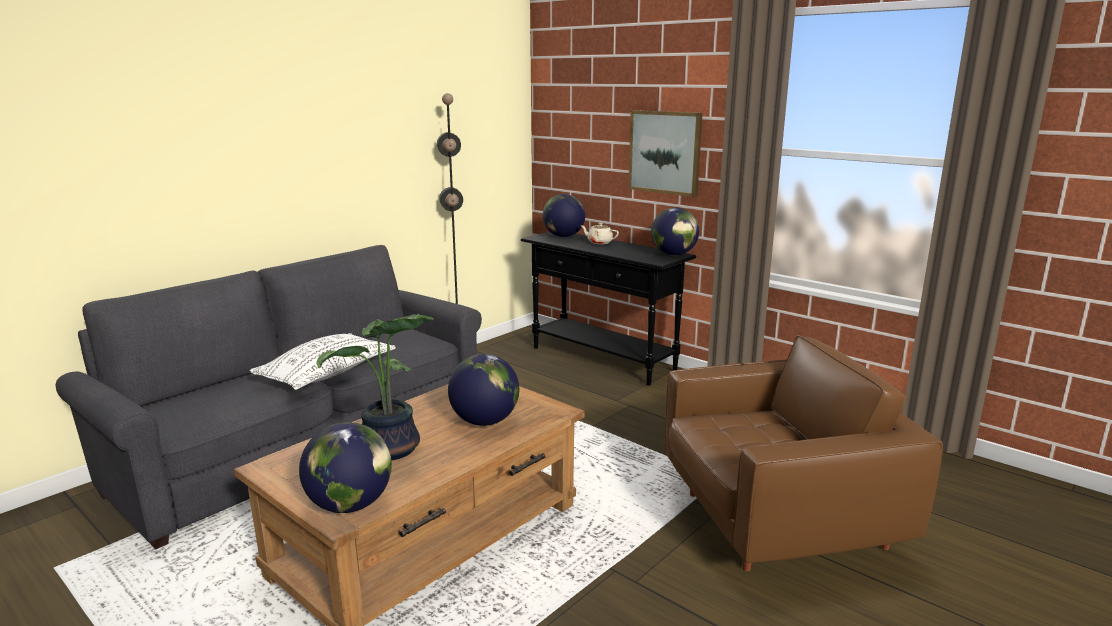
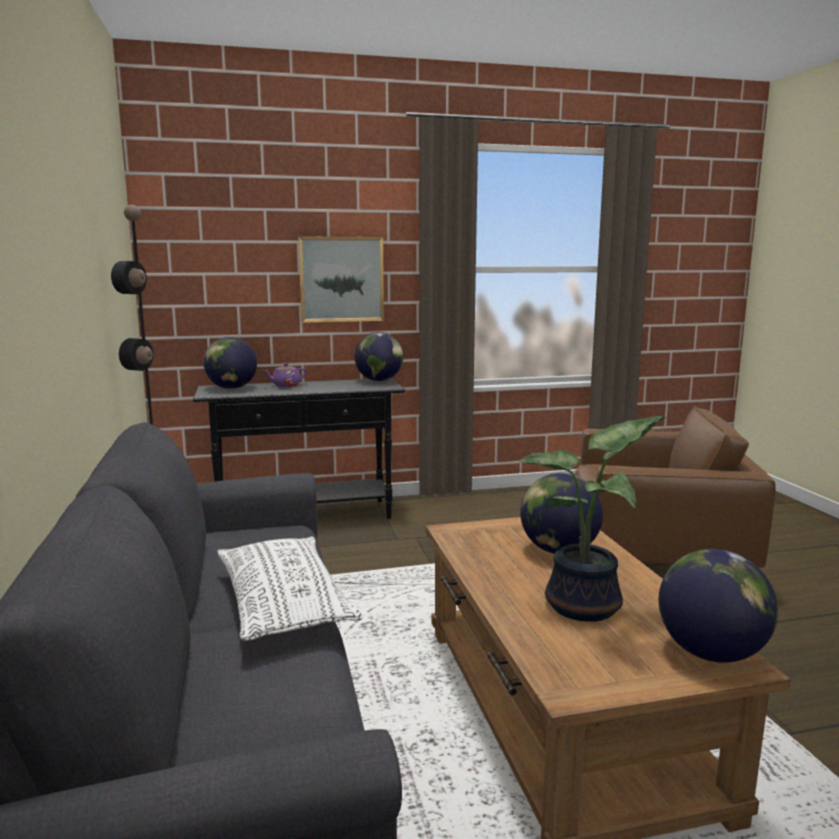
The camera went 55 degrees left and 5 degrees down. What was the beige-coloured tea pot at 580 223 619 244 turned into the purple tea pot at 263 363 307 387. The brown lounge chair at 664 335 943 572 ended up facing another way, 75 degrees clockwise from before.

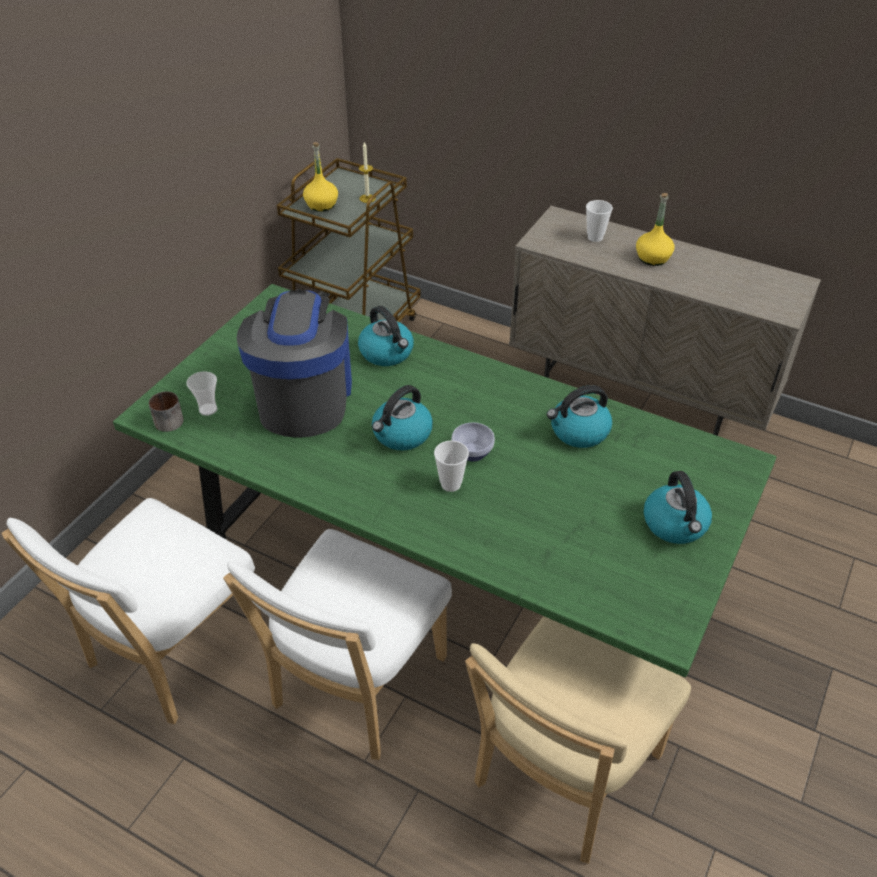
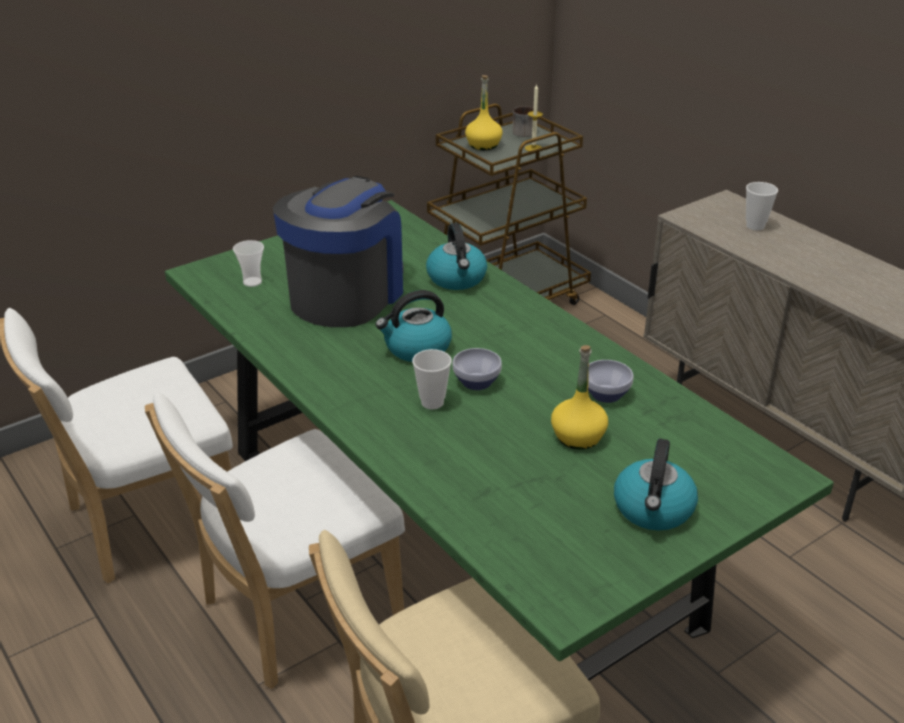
The camera went 25 degrees right and 10 degrees down. The mug ended up elsewhere, having gone from 149 391 184 432 to 512 106 534 137. The yellowish bottle ended up elsewhere, having gone from 636 193 674 266 to 551 345 608 450. Where the kettle stood at 547 385 612 448, the deep dish came to stand at 588 360 633 403.

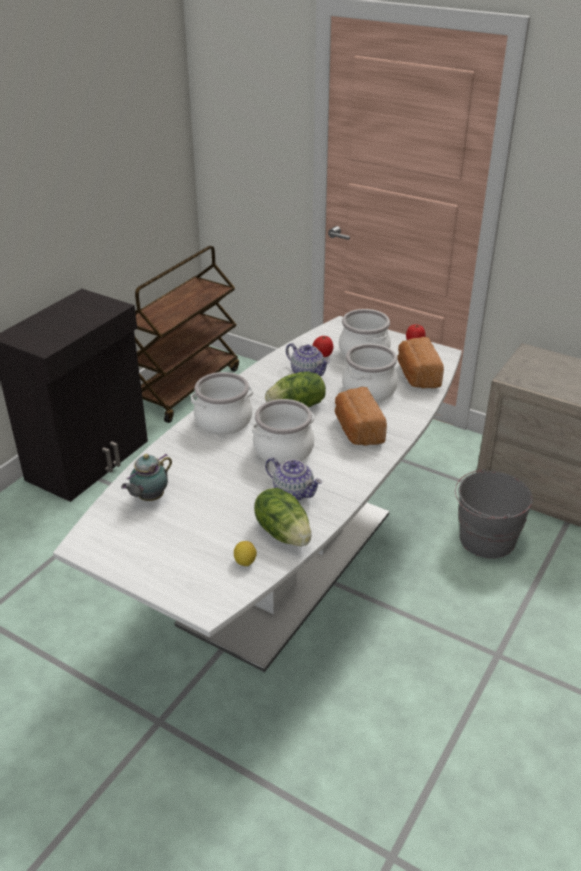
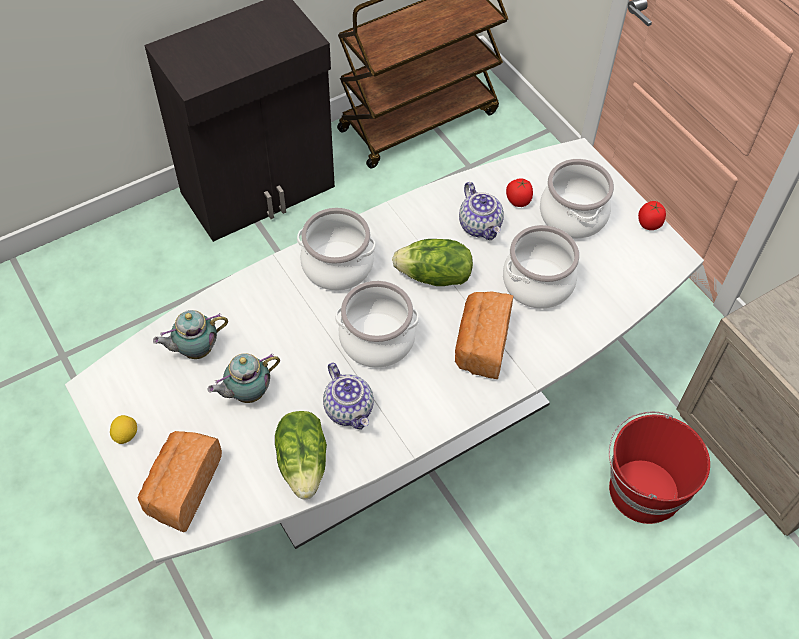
The camera went 25 degrees right and 20 degrees up. The lemon ended up elsewhere, having gone from 234 541 257 566 to 110 415 137 444. The bread ended up elsewhere, having gone from 397 337 444 388 to 138 431 222 532. The second view gained the tea pot at 208 353 280 403. What was the grey pail at 455 469 533 558 turned into the red-coloured pail at 609 412 710 524.

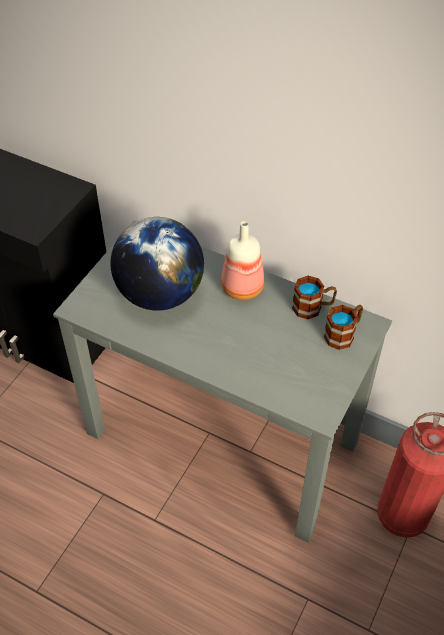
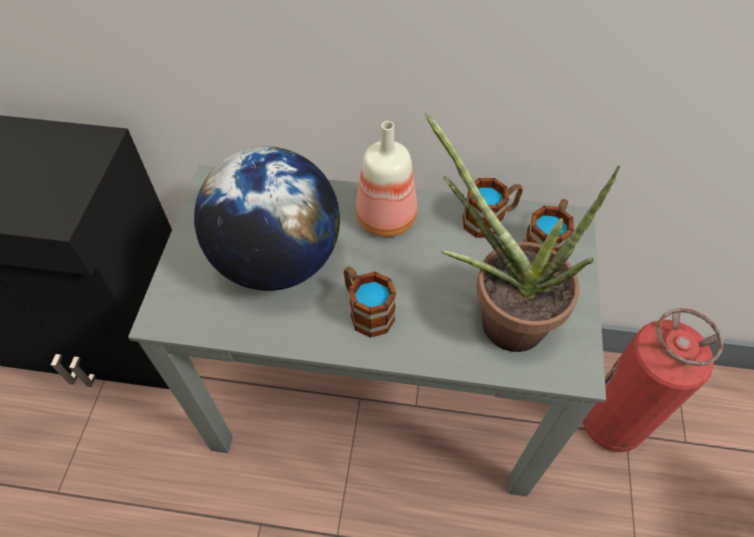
The camera went 20 degrees left and 5 degrees up. The second view gained the mug at 344 266 396 338. The second view gained the houseplant at 425 113 620 352.

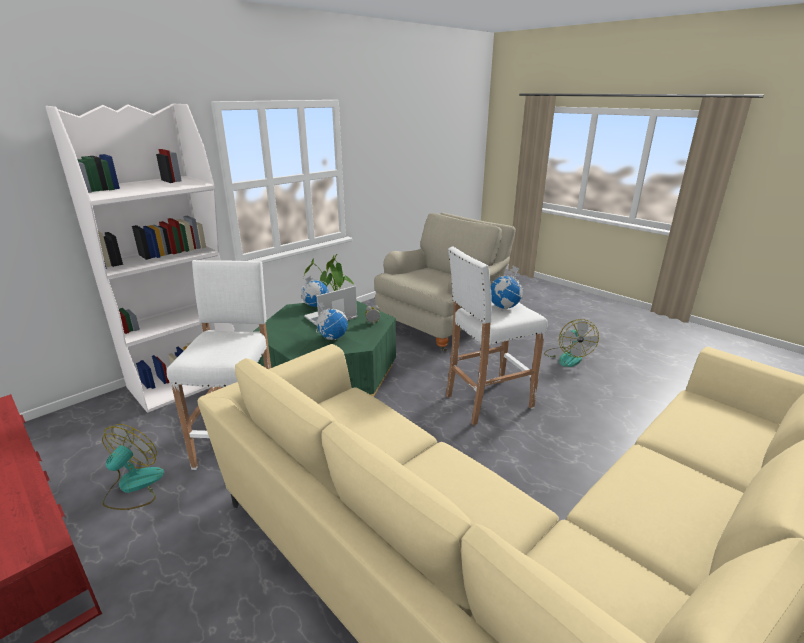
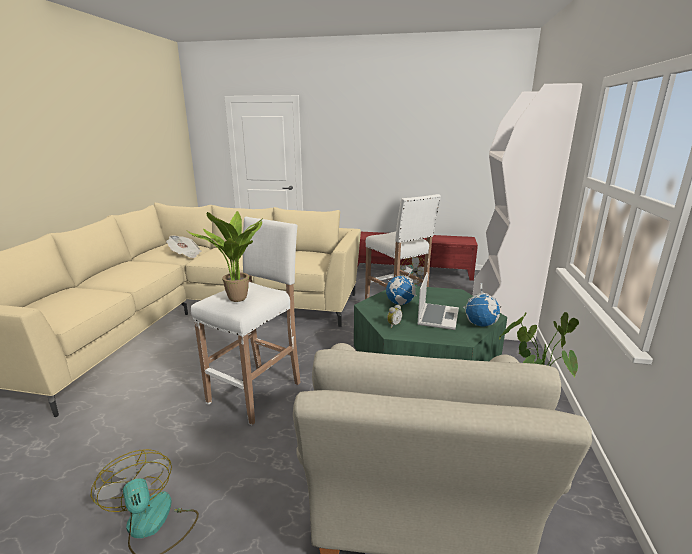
The camera went 145 degrees right and 5 degrees down. The second view gained the daily paper at 166 235 202 258. Where the globe stood at 491 265 524 309, the houseplant came to stand at 186 211 264 302.

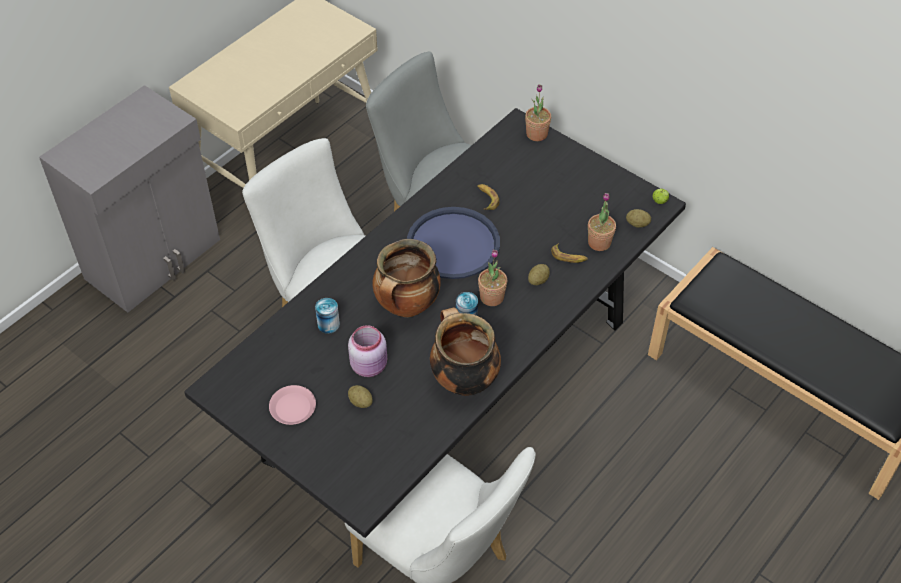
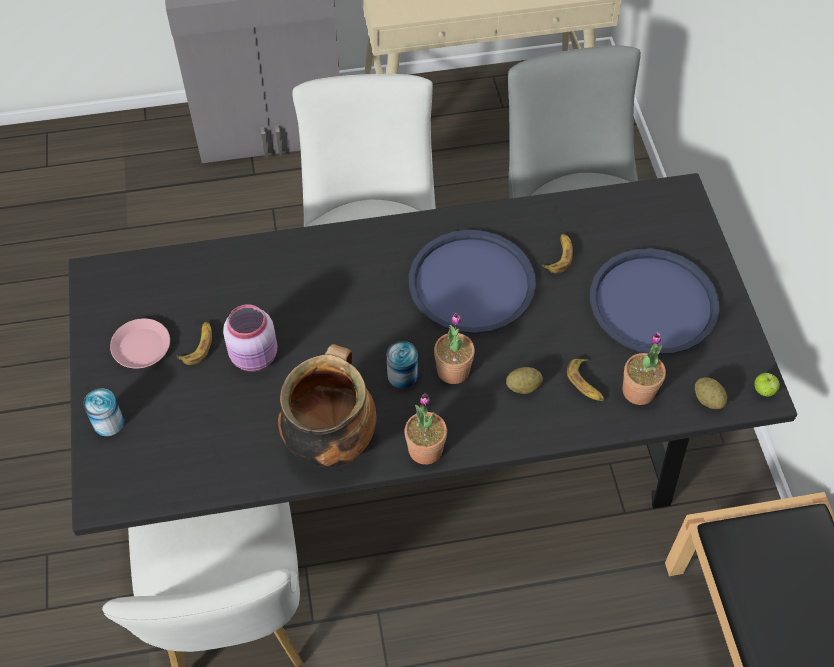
The camera went 40 degrees right and 5 degrees up. The metal can ended up elsewhere, having gone from 315 298 340 334 to 83 388 124 436. The second view gained the whole banana at 177 322 212 365. The houseplant ended up elsewhere, having gone from 525 84 551 141 to 405 393 447 465. The second view gained the bluish tray at 590 248 720 355. The second view lost the potato at 348 385 373 408. The second view lost the stockpot at 372 239 441 317.

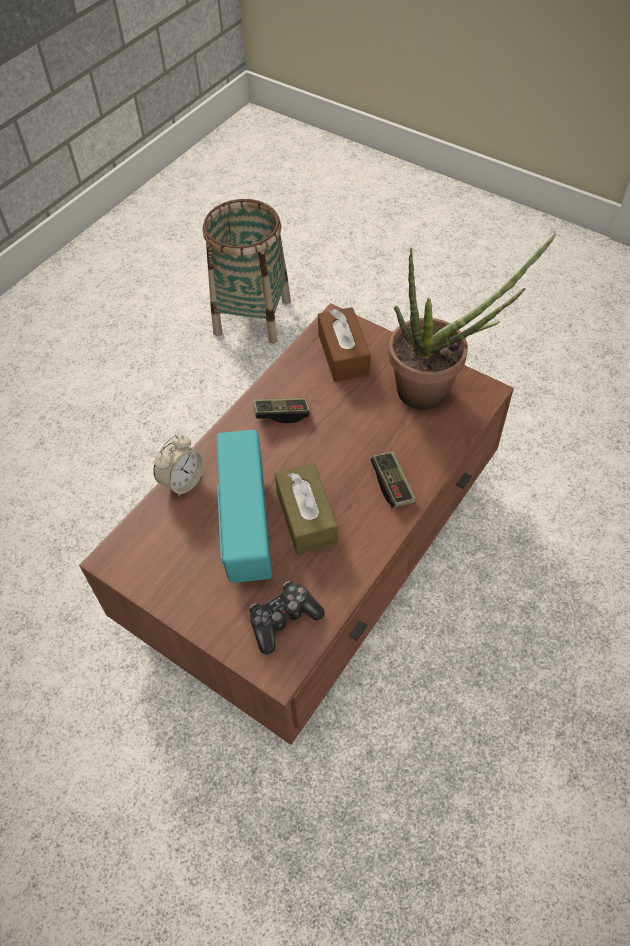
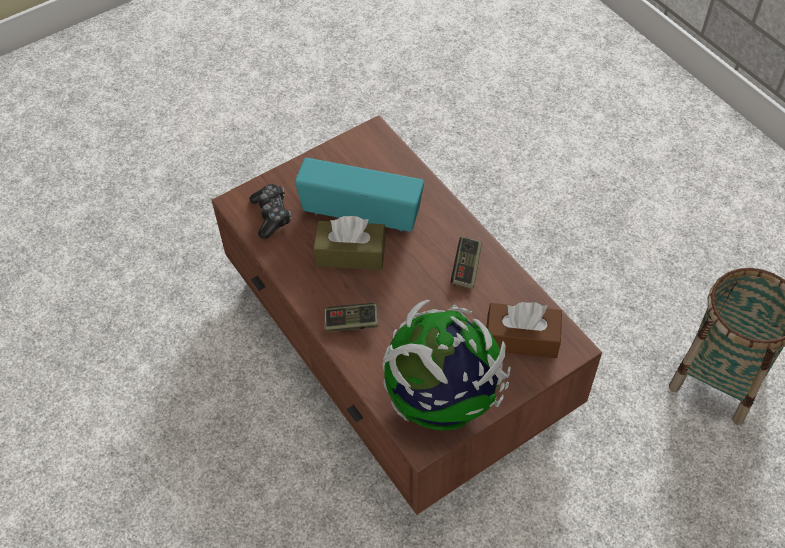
The camera went 110 degrees right and 0 degrees up. Where the houseplant stood at 388 234 556 410, the globe came to stand at 383 300 511 431. The second view lost the alarm clock at 153 435 204 497.

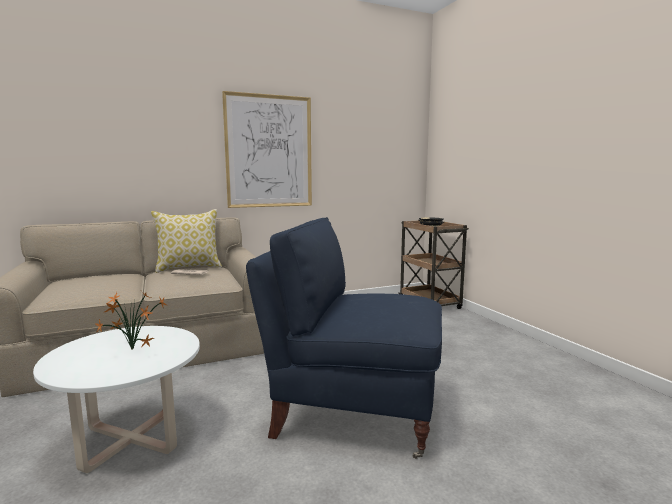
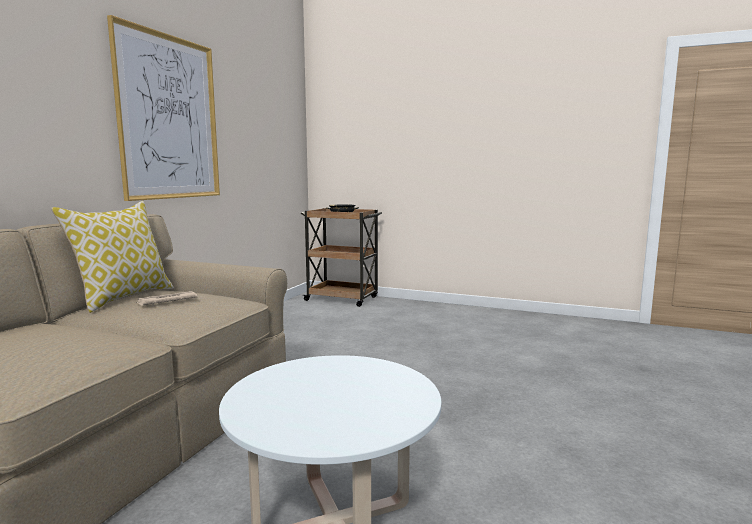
The camera went 45 degrees left and 0 degrees up. The second view lost the houseplant at 95 291 166 349. The second view lost the bluish lounge chair at 246 217 442 459.

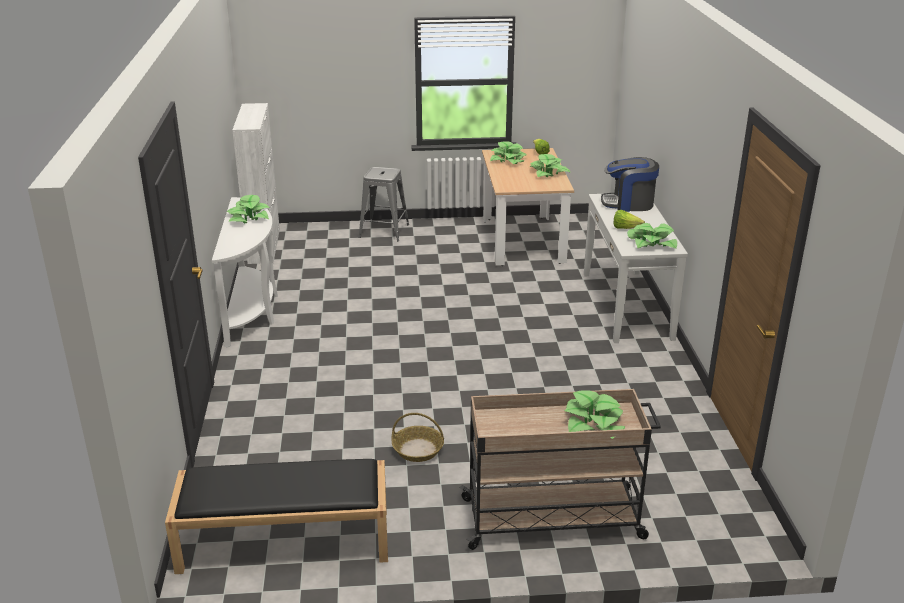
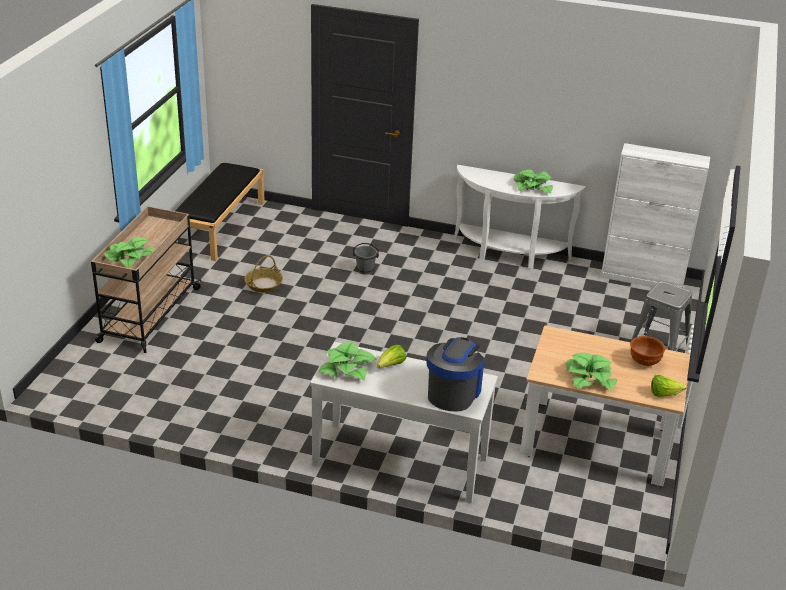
The camera went 110 degrees right and 5 degrees up. The second view gained the grey pail at 353 243 379 275. Where the houseplant stood at 490 141 528 164, the brown deep dish came to stand at 630 336 665 366.

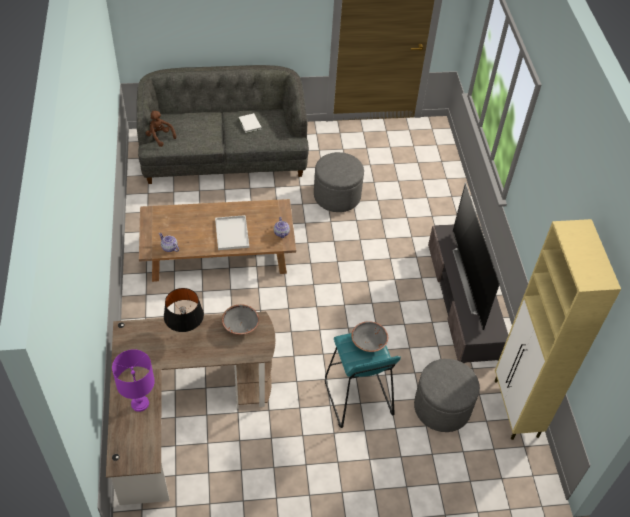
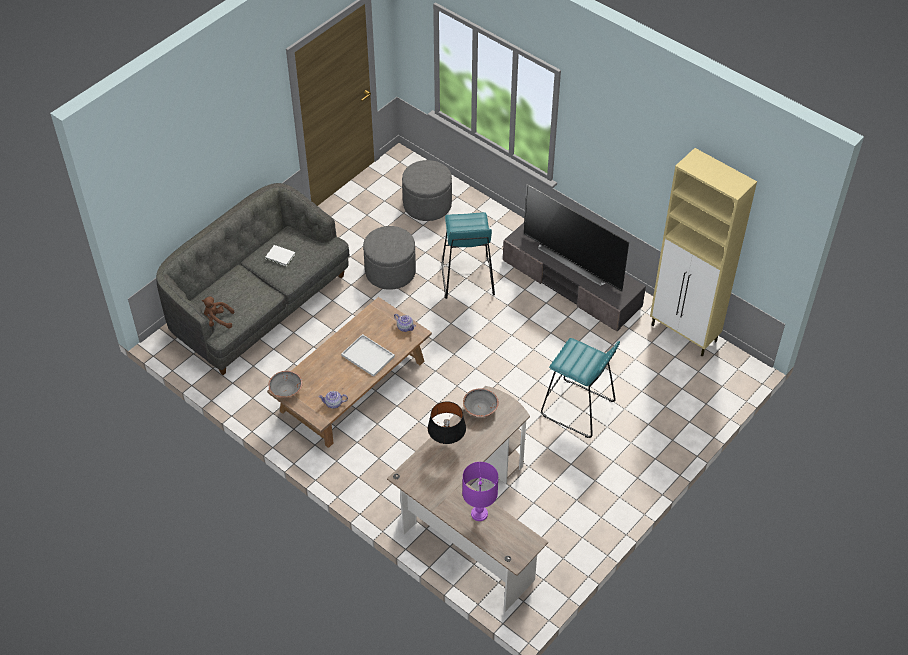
The camera went 40 degrees left and 0 degrees up. The grey deep dish ended up elsewhere, having gone from 351 321 388 352 to 269 371 302 398. The grey pouffe ended up elsewhere, having gone from 414 359 480 432 to 402 160 452 221. The second view gained the turquoise-coloured stool at 441 212 495 299.

